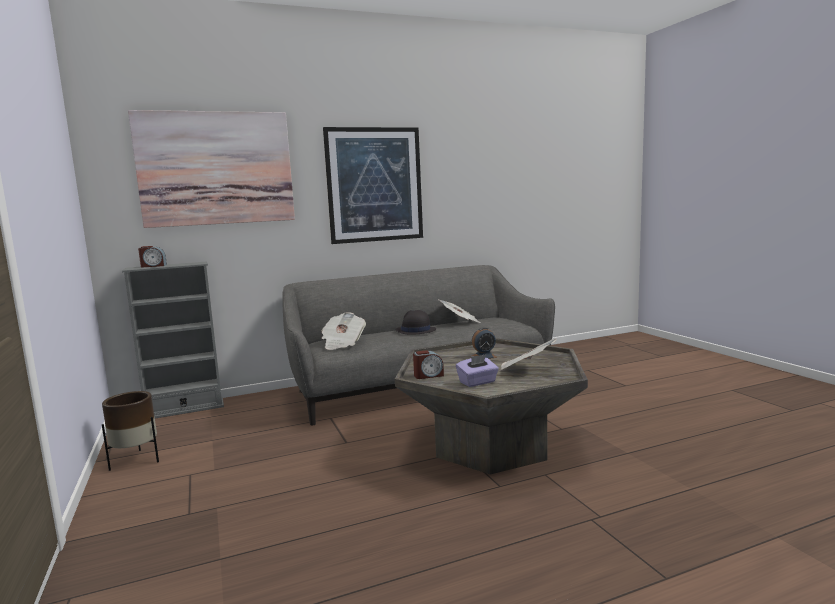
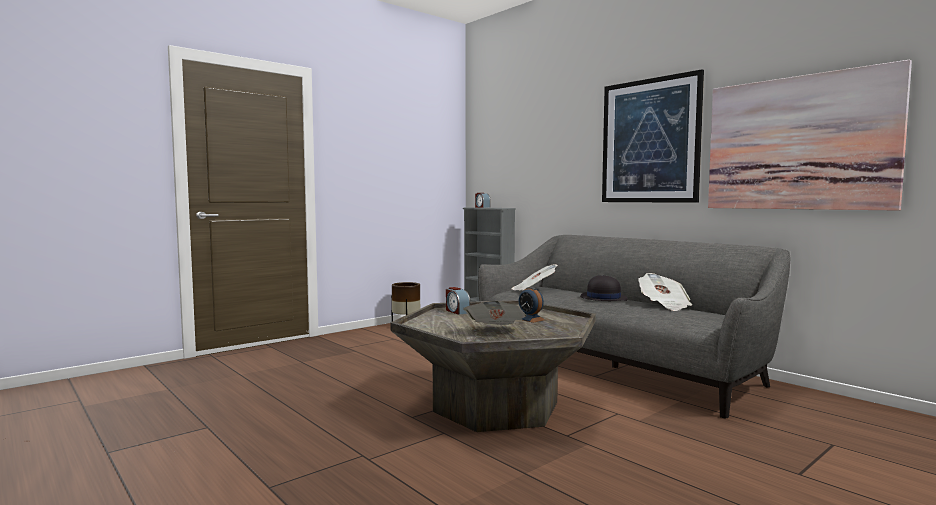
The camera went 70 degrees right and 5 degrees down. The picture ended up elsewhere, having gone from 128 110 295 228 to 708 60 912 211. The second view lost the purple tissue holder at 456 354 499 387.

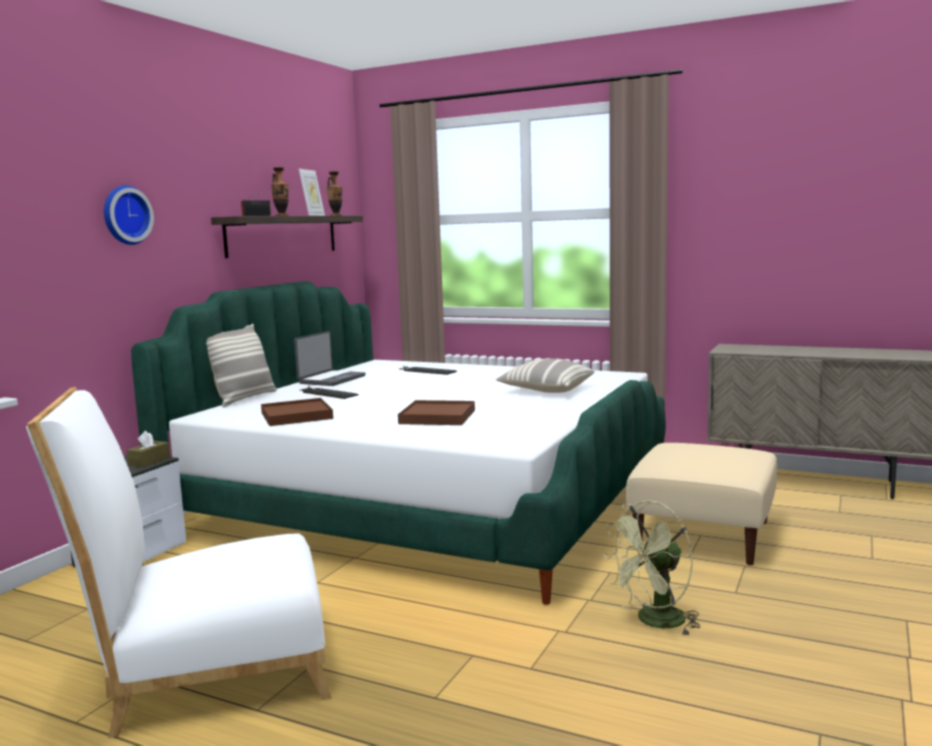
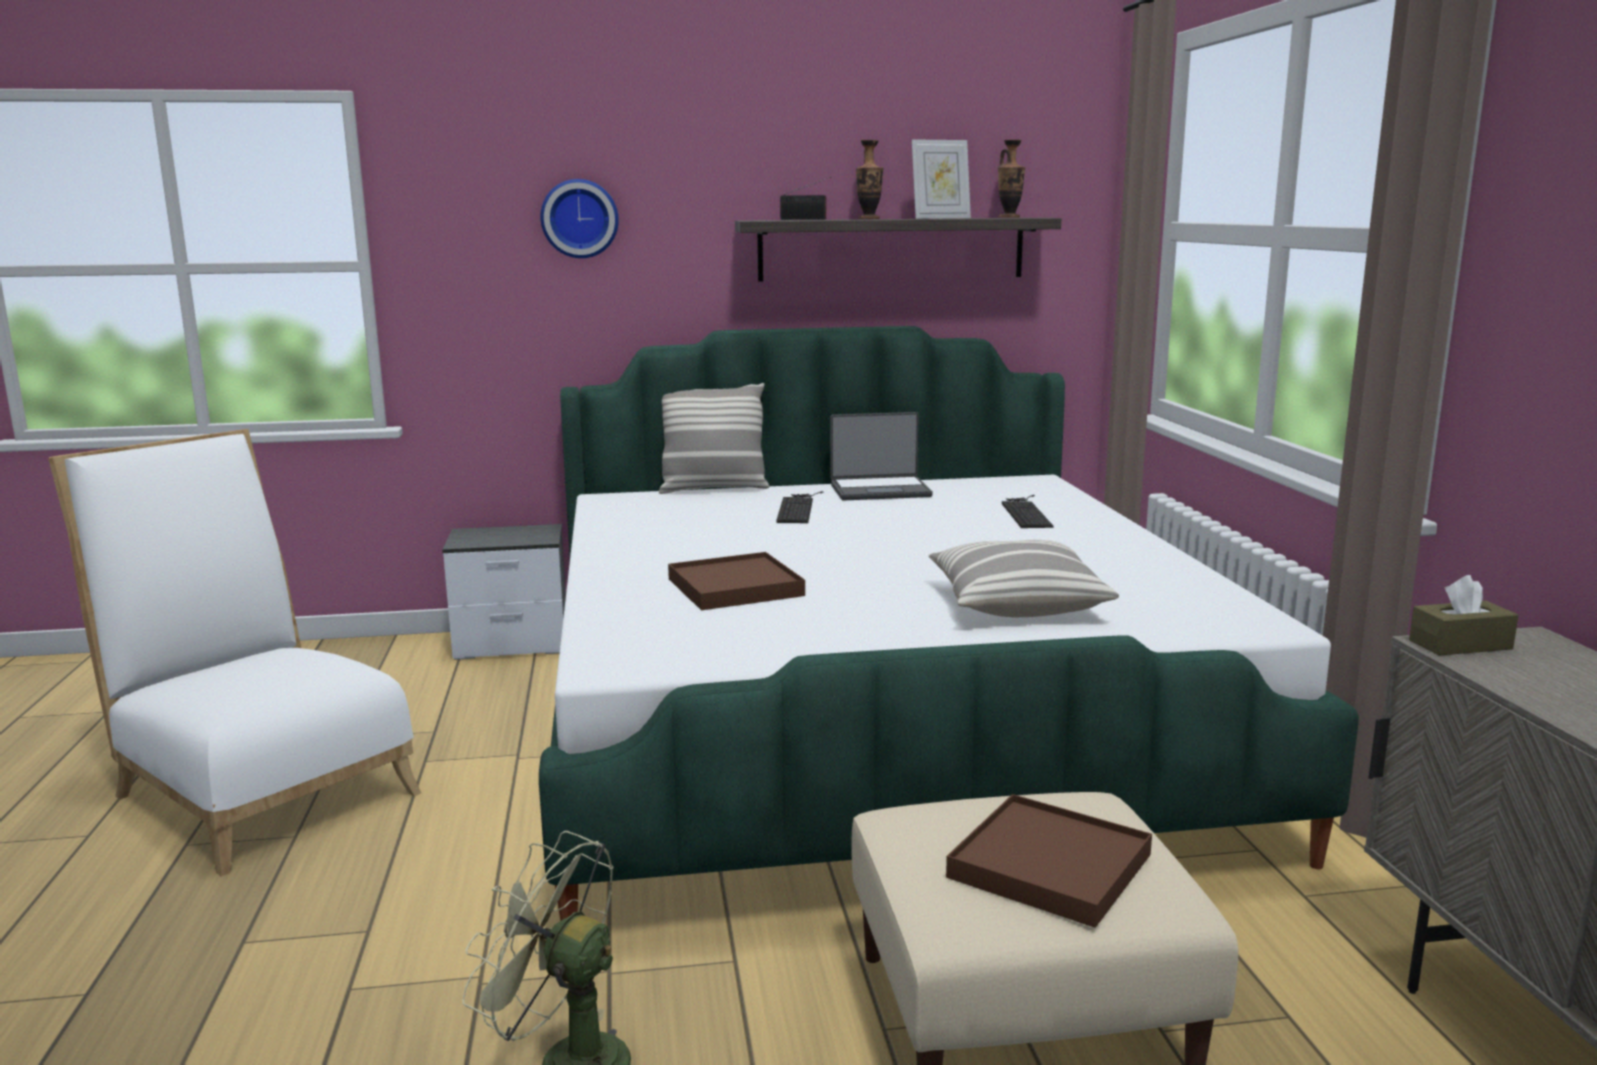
The camera went 55 degrees right and 5 degrees up. The brown tray ended up elsewhere, having gone from 261 398 333 426 to 946 794 1152 928. The brown tissue holder ended up elsewhere, having gone from 127 431 170 467 to 1409 575 1519 656.

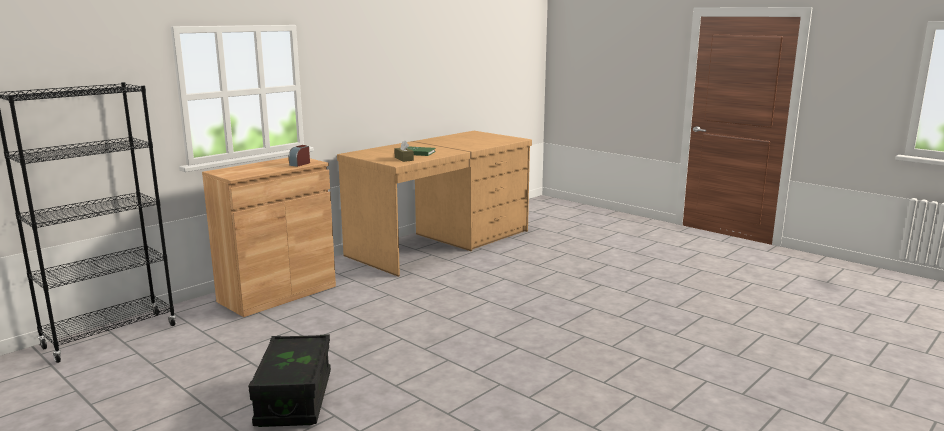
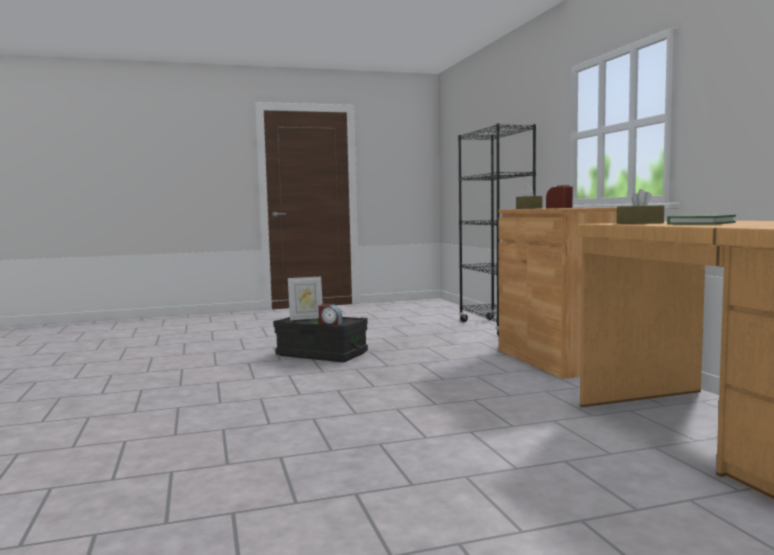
The camera went 120 degrees right and 10 degrees down. The second view gained the standing frame at 288 277 323 320. The second view gained the alarm clock at 318 304 342 325. The second view gained the brown tissue holder at 516 185 542 209.

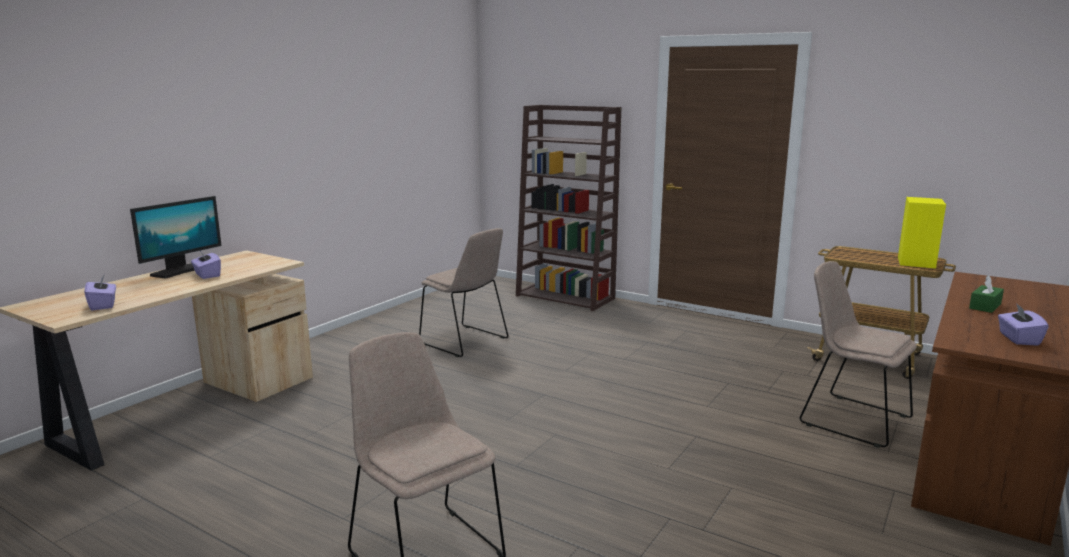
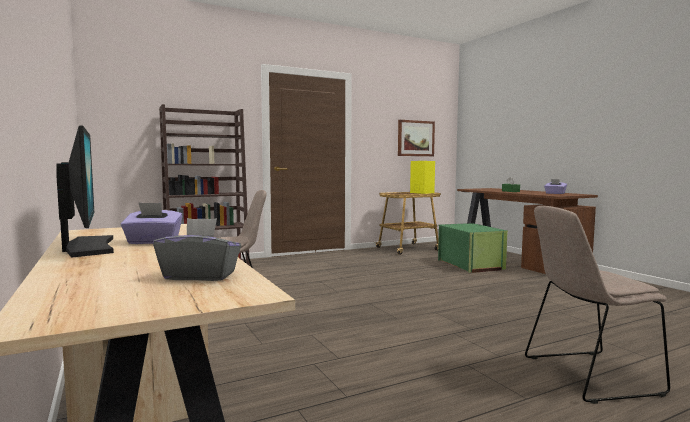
The camera went 60 degrees left and 10 degrees down. What was the purple tissue holder at 84 274 116 310 turned into the grey tissue holder at 153 218 241 281. The second view gained the picture at 398 120 435 156. Where the beige-coloured upright chair stood at 800 261 917 448, the greenish storage bin came to stand at 438 223 508 273.

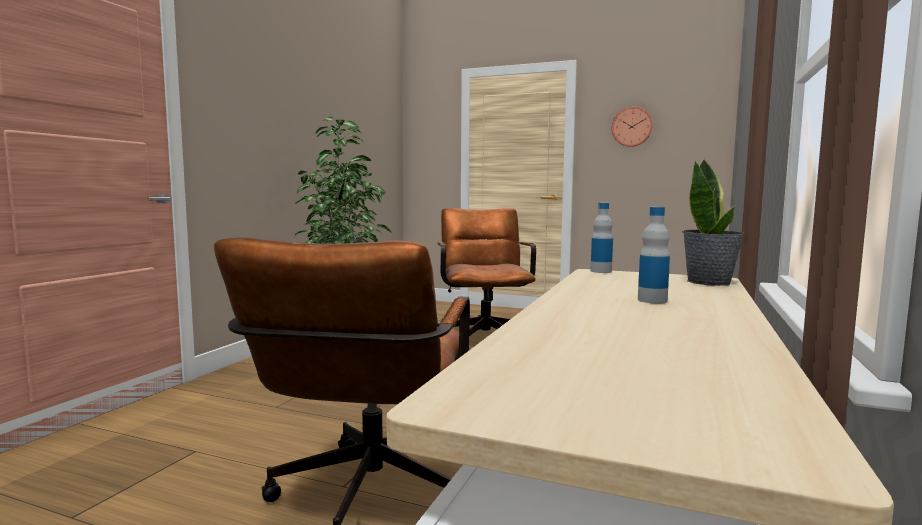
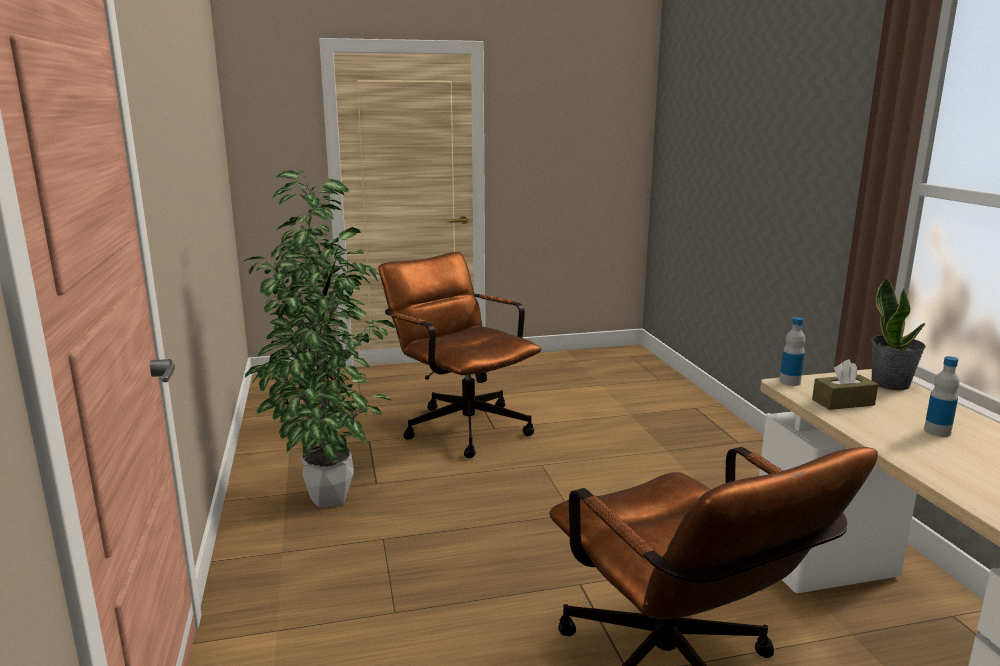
The camera went 35 degrees left and 10 degrees up. The second view gained the brown tissue holder at 812 359 878 410. The second view lost the hanging clock at 612 106 653 147.

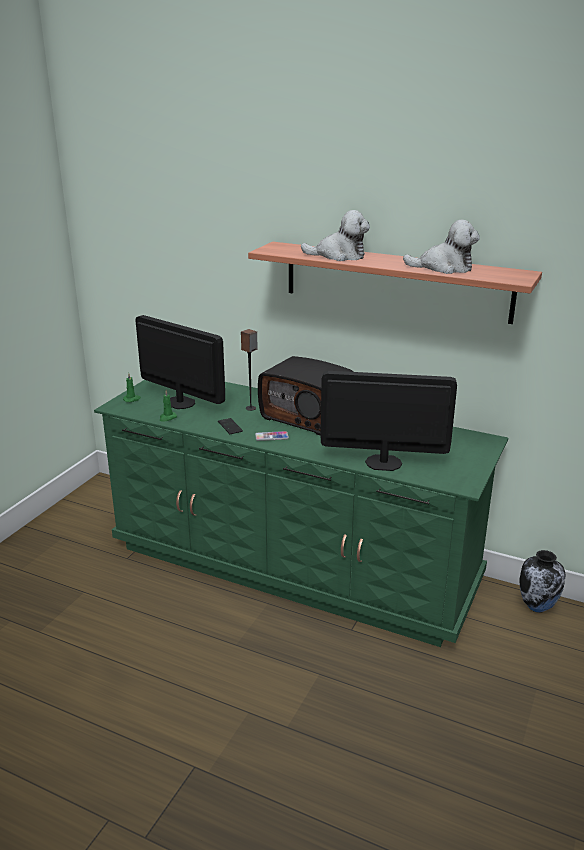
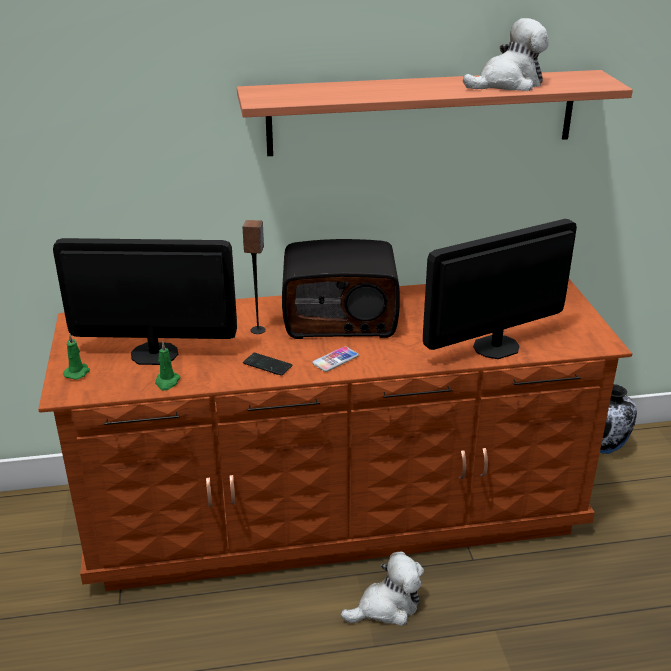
The camera went 35 degrees left and 5 degrees up. What was the greenish dresser at 94 380 508 647 turned into the brown dresser at 38 279 632 591. The cuddly toy ended up elsewhere, having gone from 301 210 370 261 to 341 552 424 626.

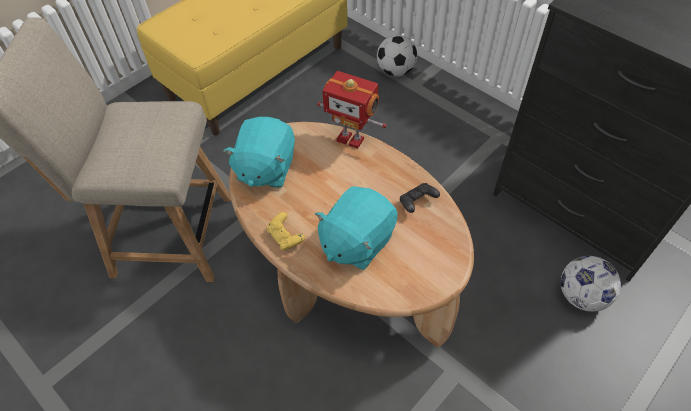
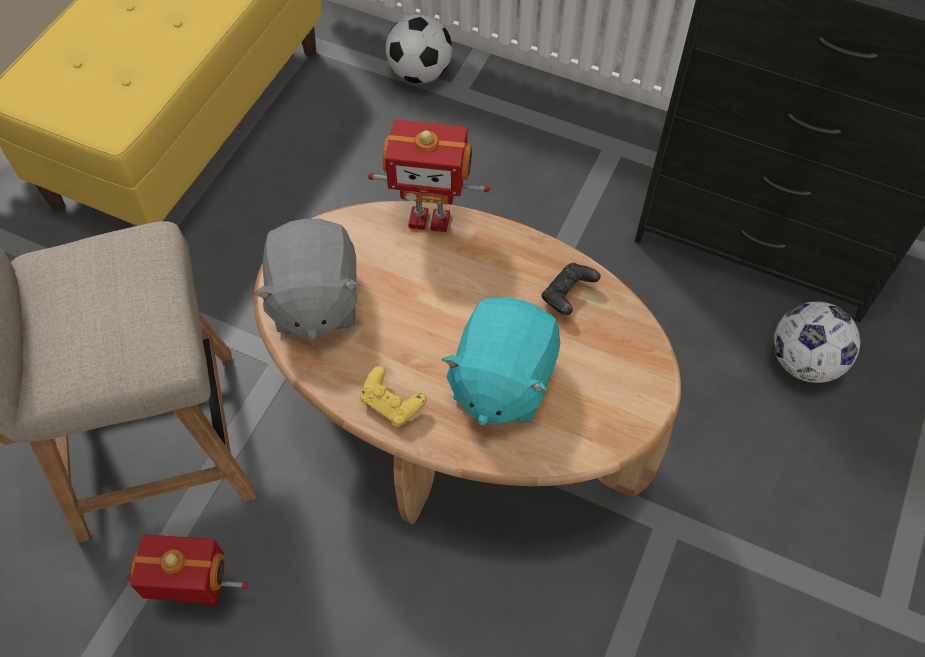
The camera went 20 degrees left and 5 degrees up. The second view gained the robot figure at 127 534 249 606. What was the turquoise-coloured cuddly toy at 223 117 295 188 turned into the grey cuddly toy at 253 219 361 340.

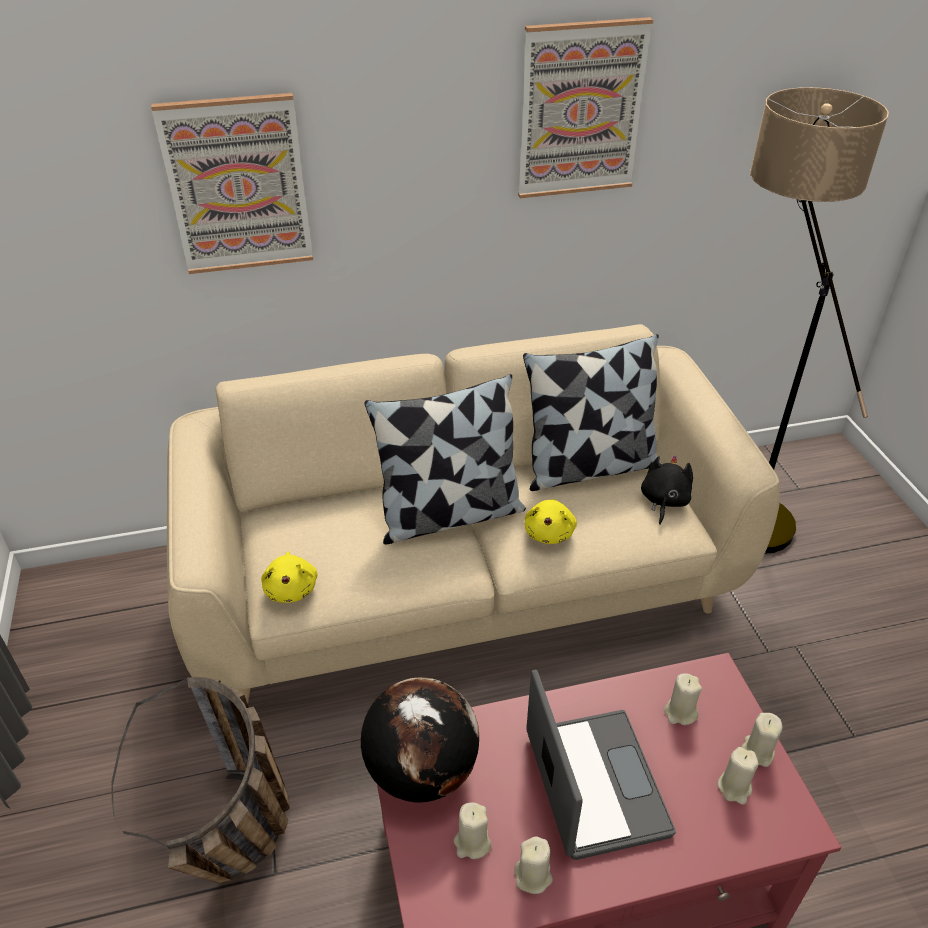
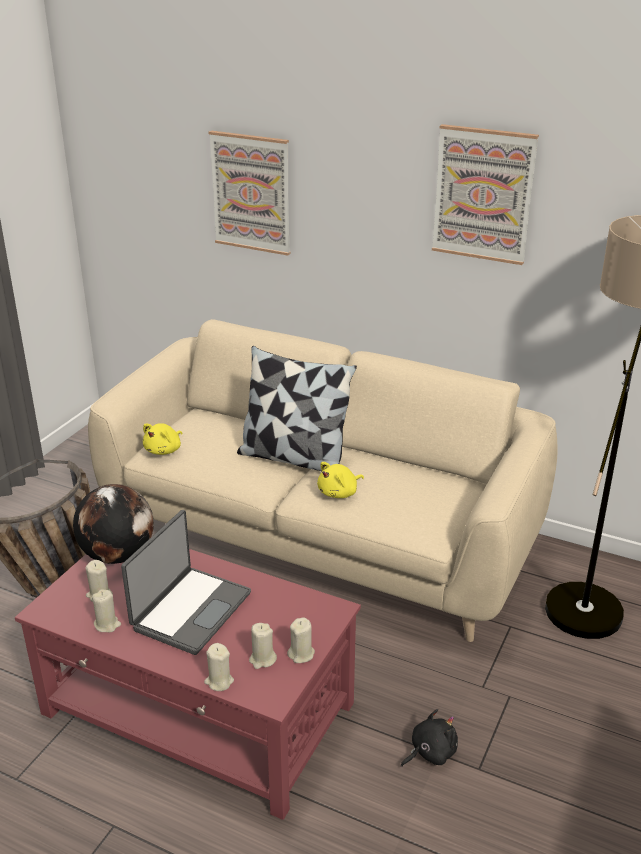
The camera went 40 degrees right and 10 degrees down. The beige-coloured candle ended up elsewhere, having gone from 664 673 702 725 to 204 643 234 691. The blackish cuddly toy ended up elsewhere, having gone from 641 455 693 525 to 401 709 458 767. The second view lost the cushion at 523 334 661 491.

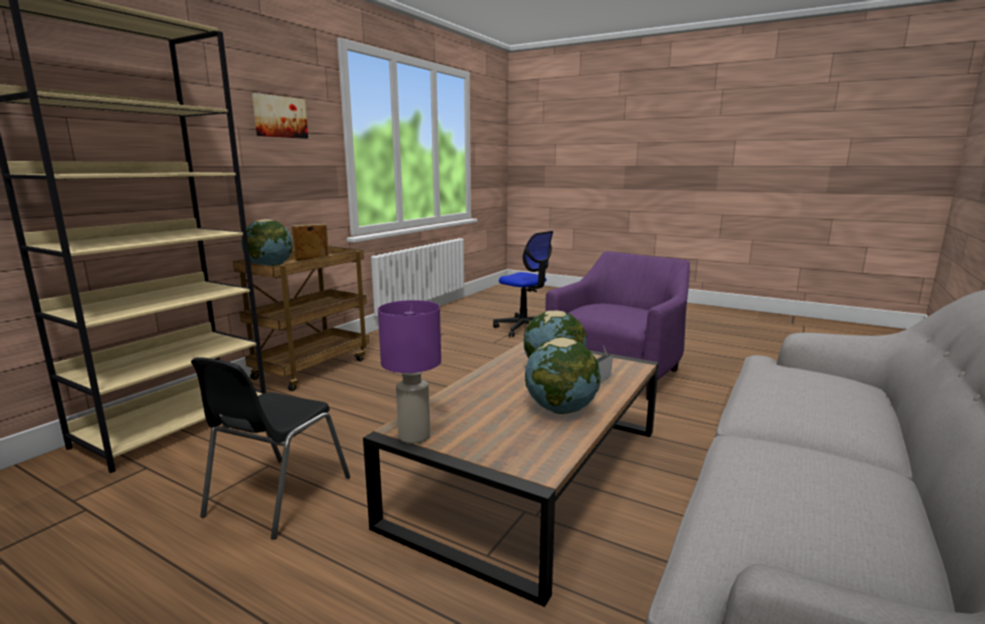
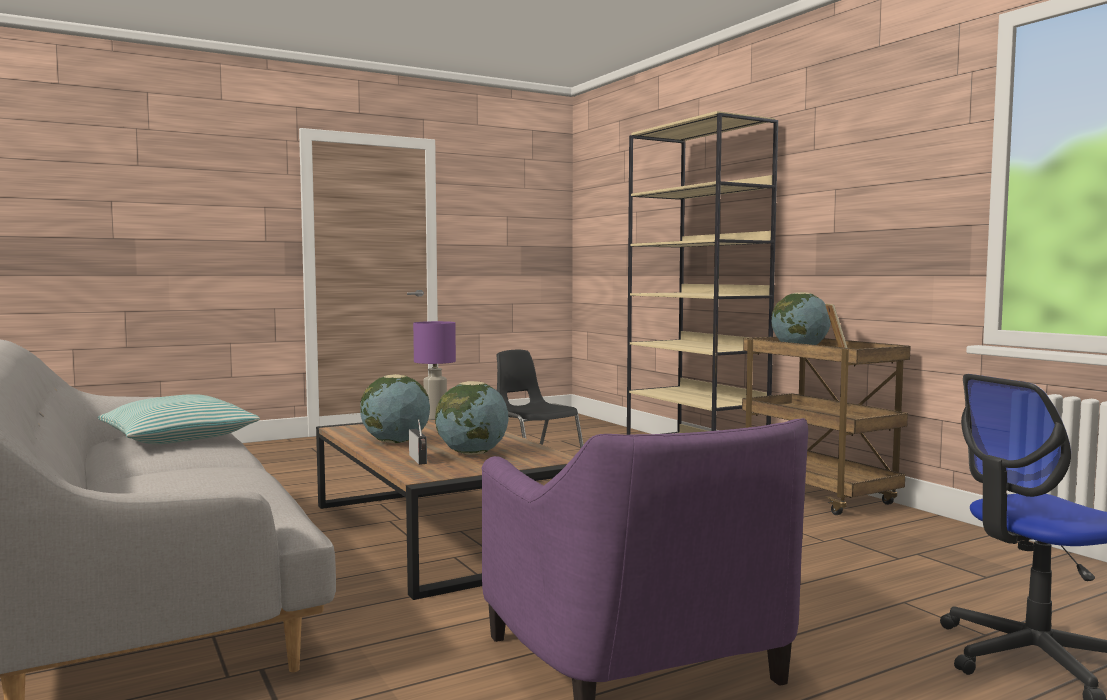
The camera went 120 degrees right and 10 degrees down. The second view gained the cushion at 98 394 260 444. The second view lost the picture at 252 93 308 139.

